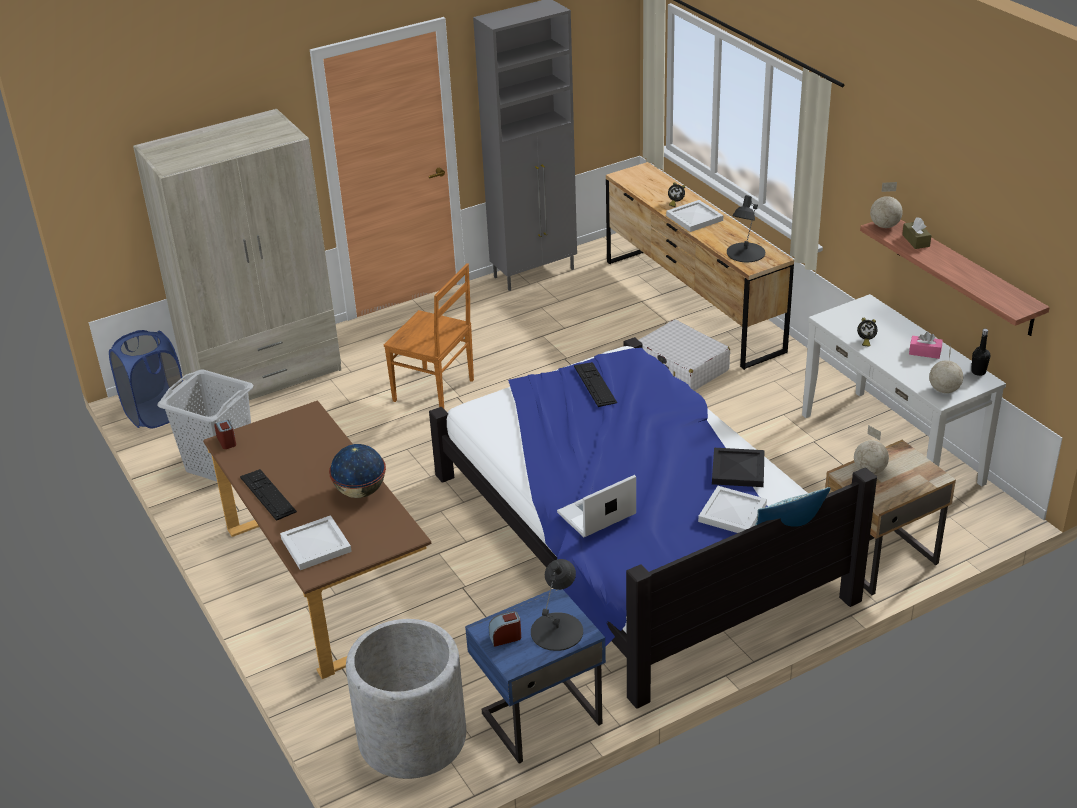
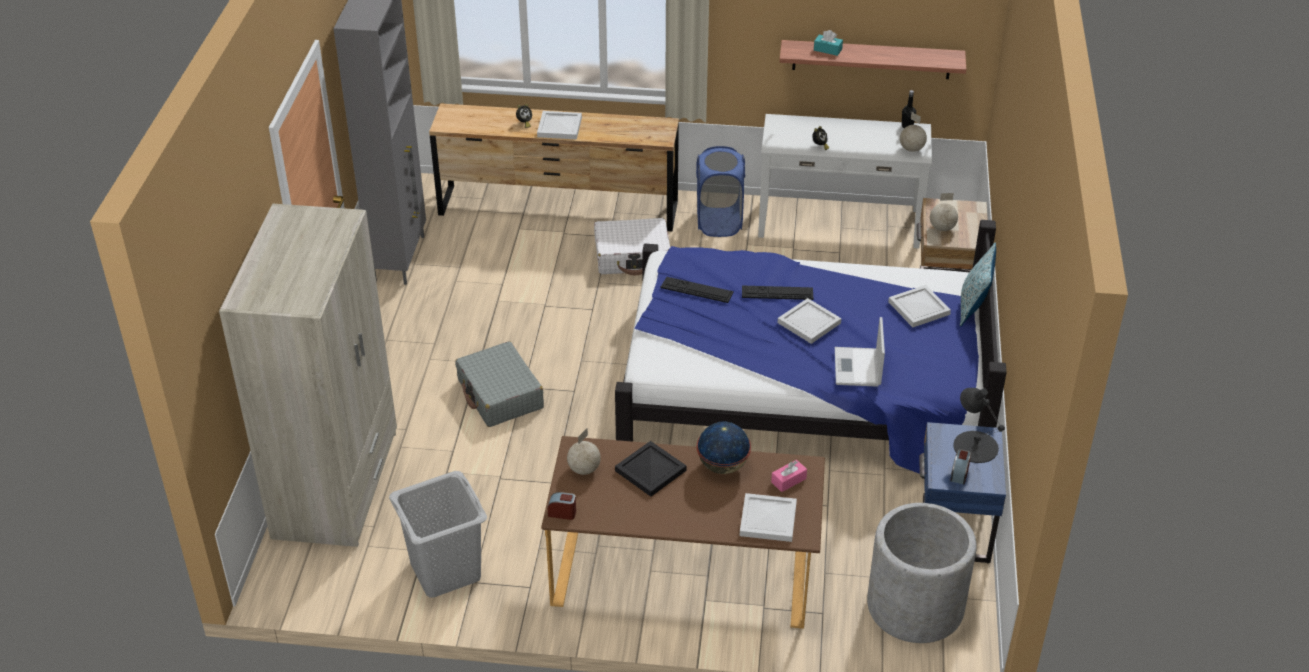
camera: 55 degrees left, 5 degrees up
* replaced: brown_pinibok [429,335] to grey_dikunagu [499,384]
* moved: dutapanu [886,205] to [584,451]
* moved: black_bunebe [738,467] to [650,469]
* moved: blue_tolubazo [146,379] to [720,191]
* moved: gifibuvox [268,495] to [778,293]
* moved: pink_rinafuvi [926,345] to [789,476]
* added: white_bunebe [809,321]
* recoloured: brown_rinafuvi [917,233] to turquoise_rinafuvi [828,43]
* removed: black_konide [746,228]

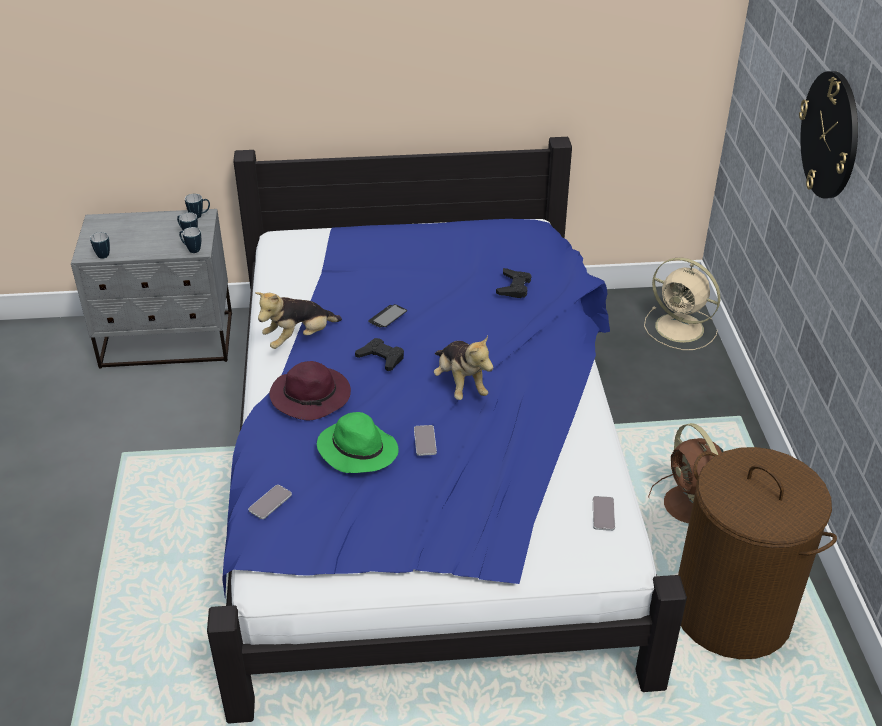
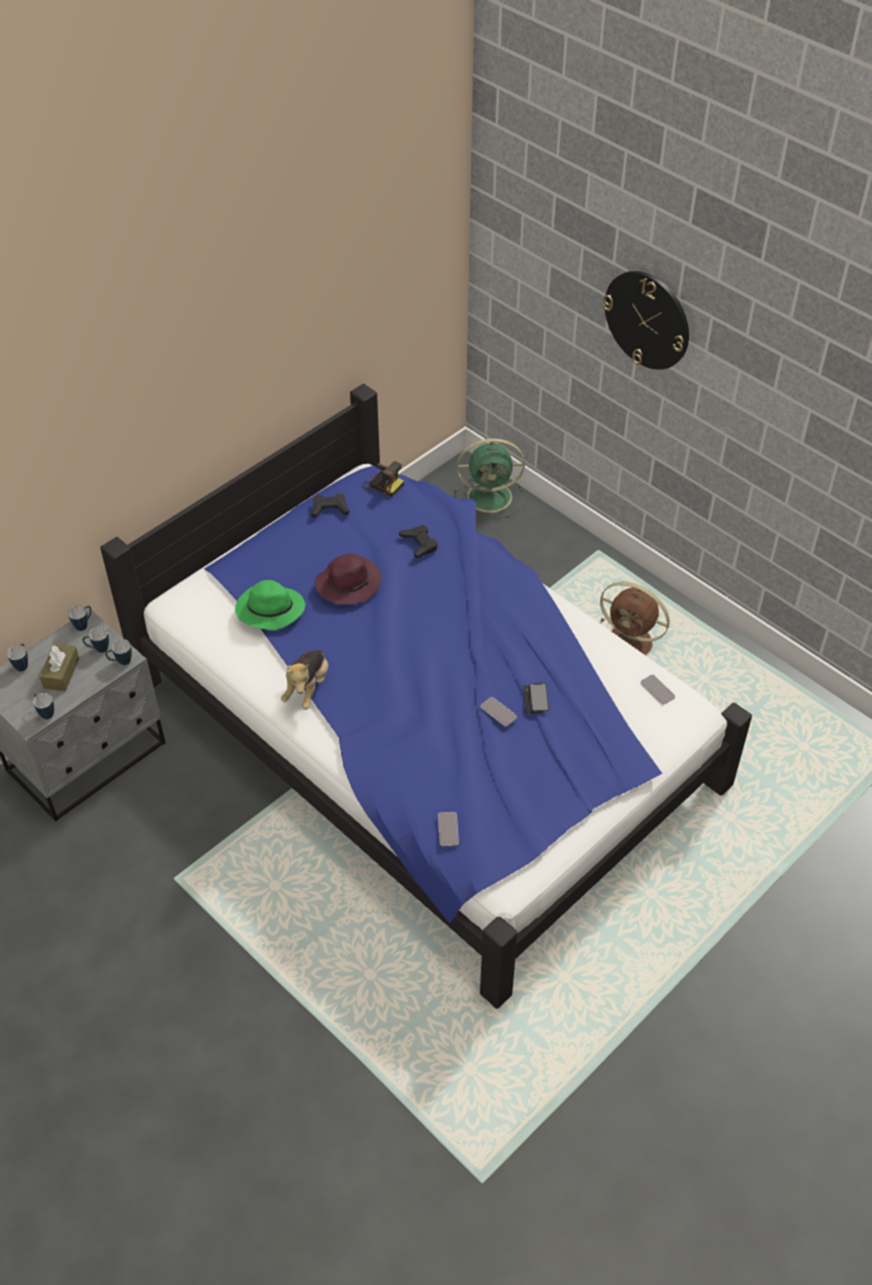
camera: 40 degrees left, 10 degrees up
* added: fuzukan [17,657]
* added: brown_rinafuvi [59,667]
* moved: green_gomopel [358,442] to [270,605]
* moved: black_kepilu [379,354] to [330,505]
* moved: purple_gomopel [310,390] to [348,579]
* added: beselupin [383,479]
* recoloured: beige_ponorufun [682,304] to green_ponorufun [489,478]
* moved: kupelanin [388,316] to [536,698]
* removed: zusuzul [463,368]
* removed: brown_tolubazo [757,553]

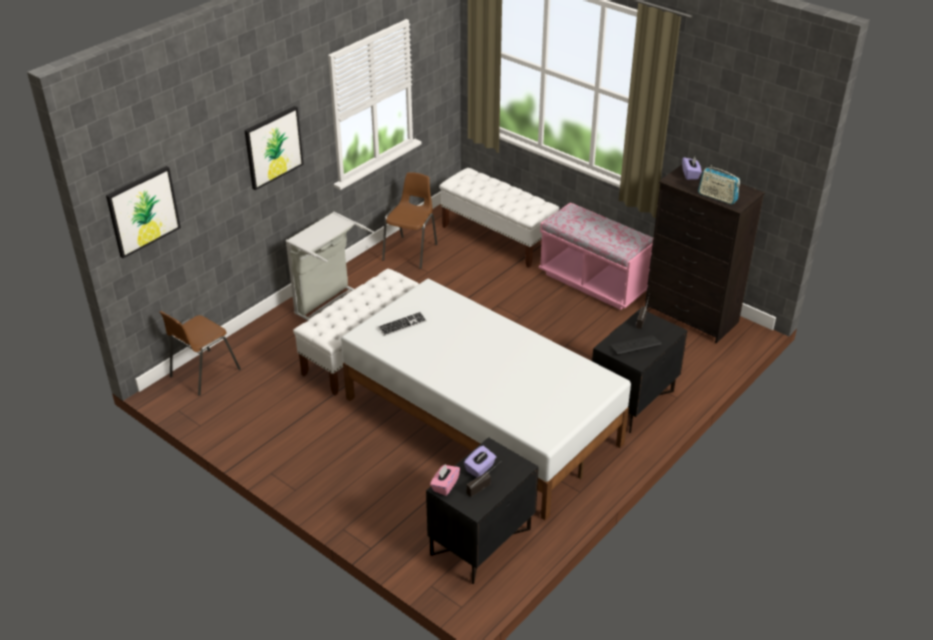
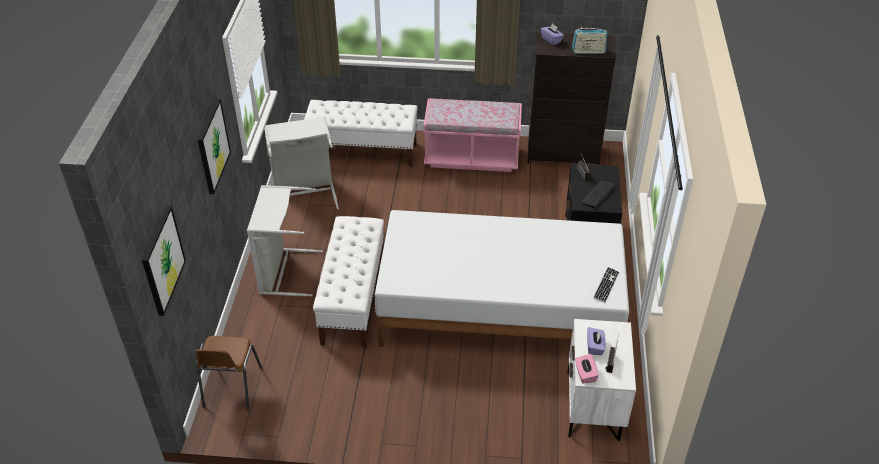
camera: 35 degrees left, 5 degrees up
* replaced: brown_pinibok [409,220] to grey_tolubazo [301,163]
* recoloured: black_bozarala [482,510] to white_bozarala [601,380]
* moved: gifibuvox [402,324] to [606,285]

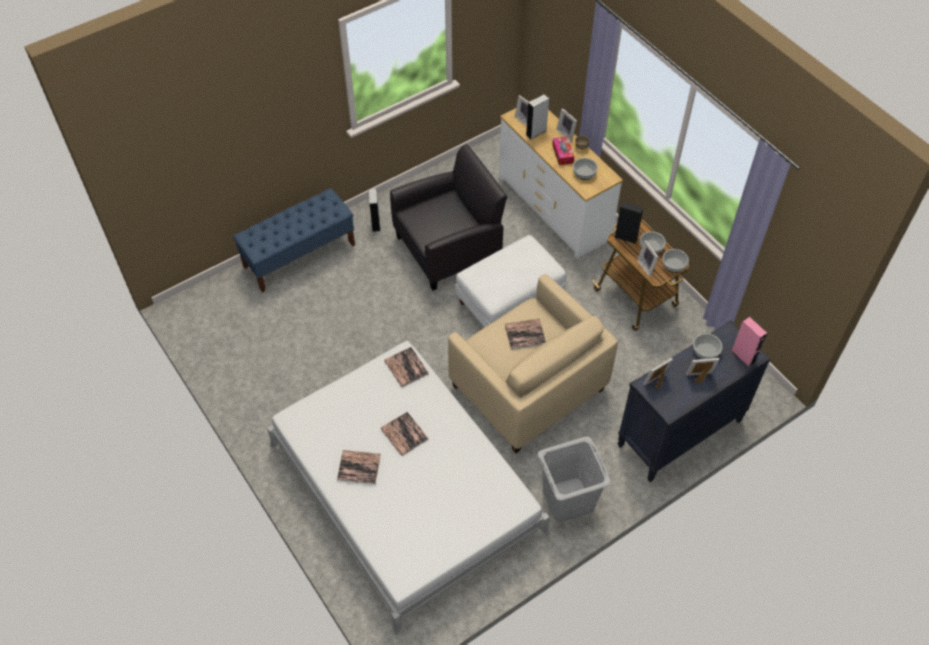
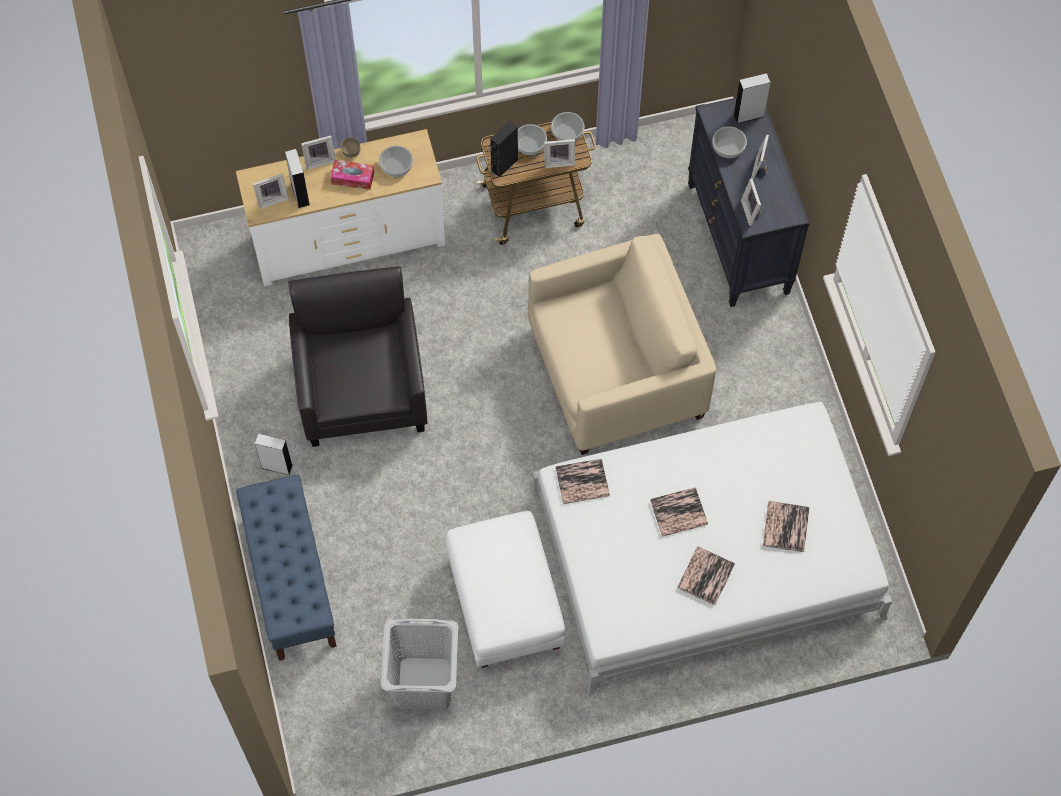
camera: 70 degrees left, 10 degrees up
* moved: grey_tolubazo [574,479] to [419,664]
* moved: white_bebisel [510,281] to [505,589]
* recoloured: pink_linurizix [749,342] to grey_linurizix [751,98]
* moved: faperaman [525,334] to [786,526]

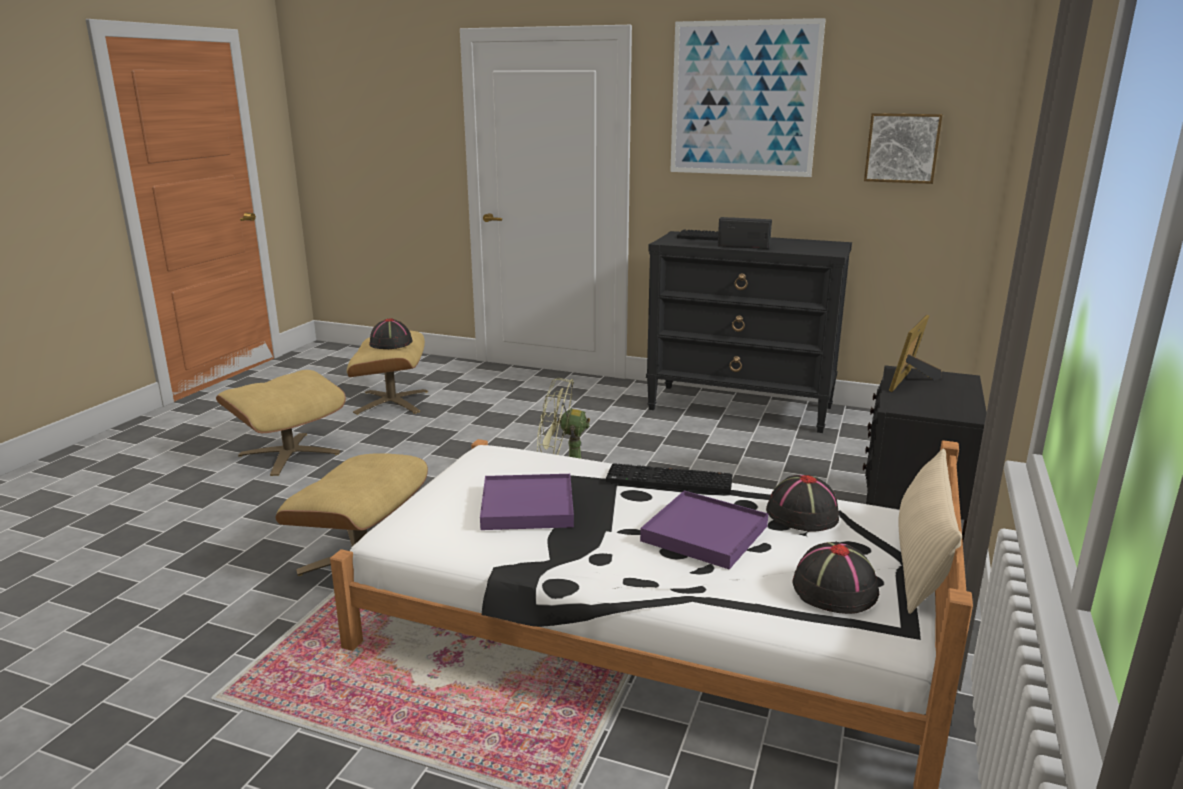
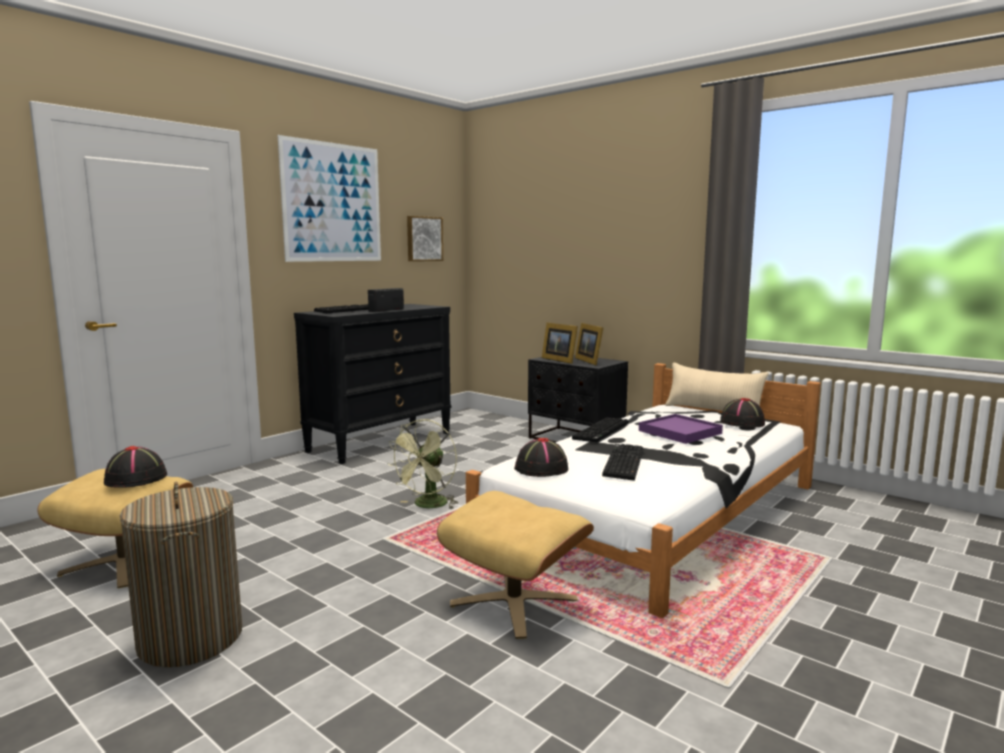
camera: 70 degrees left, 10 degrees down
* replaced: beige_bebisel [281,423] to tolubazo [180,574]
* moved: black_gomopel [802,503] to [541,457]
* added: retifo [589,344]
* replaced: purple_bunebe [527,502] to gifibuvox [623,462]

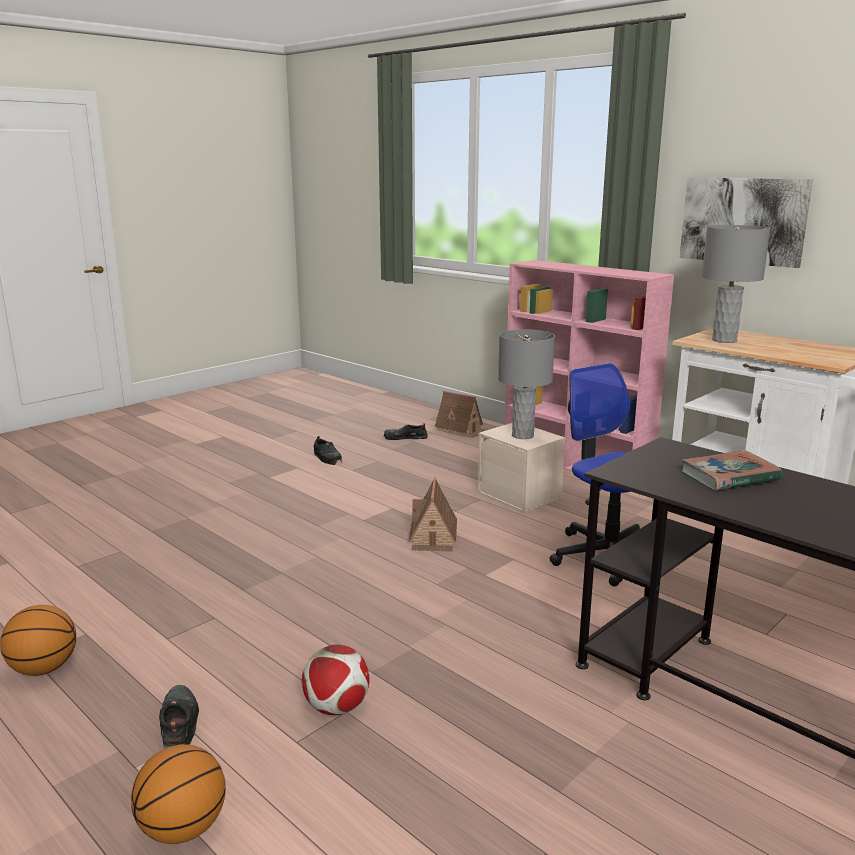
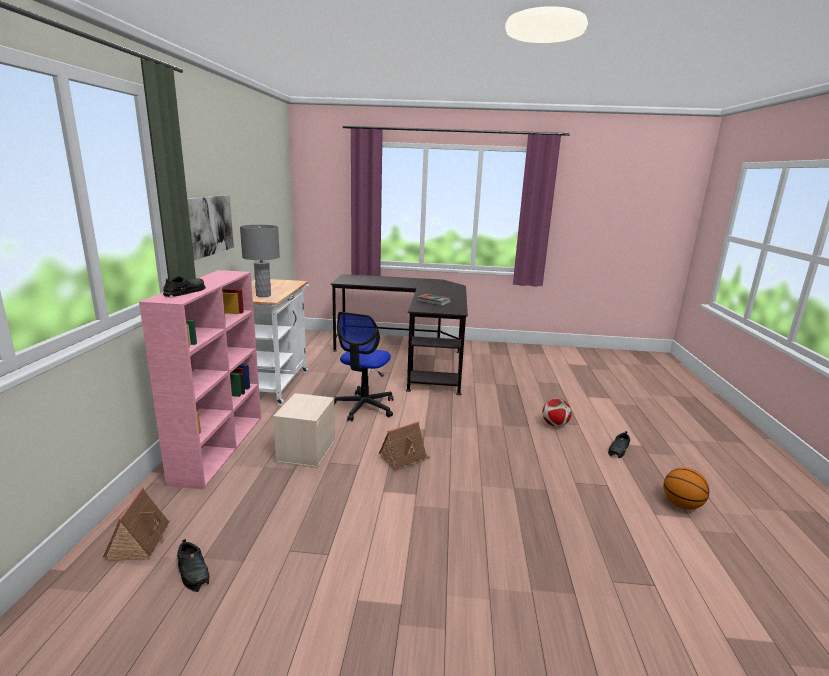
camera: 130 degrees left, 0 degrees up
* moved: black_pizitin [328,450] to [184,286]
* removed: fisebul [178,794]
* removed: grey_konide [526,384]

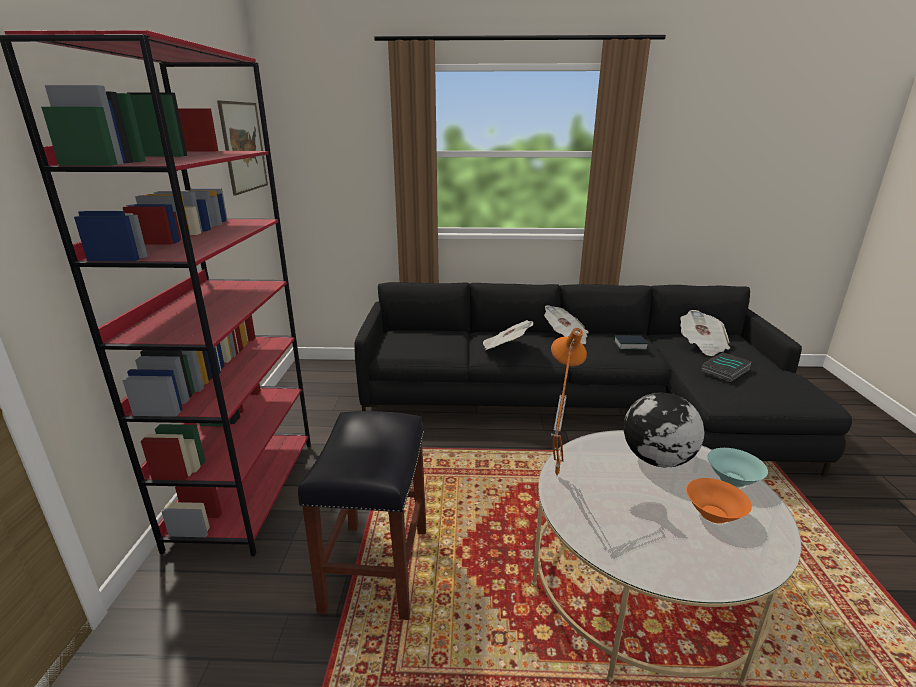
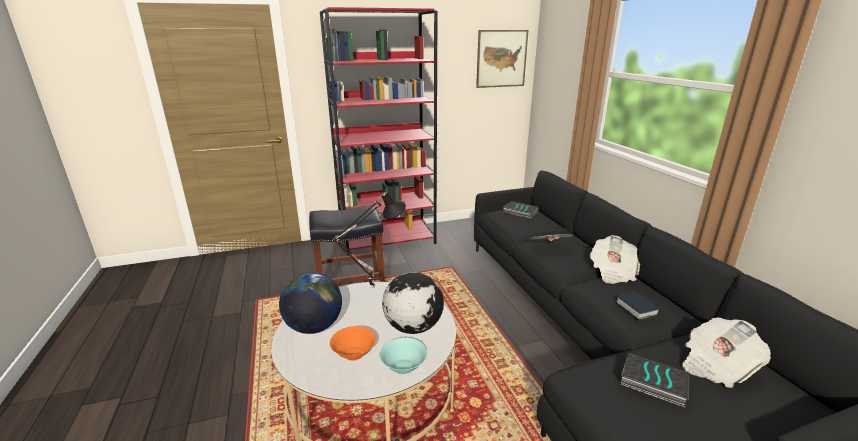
camera: 70 degrees right, 0 degrees up
* added: dutapanu [310,303]
* recoloured: orange_konide [569,403] to black_konide [369,239]
* added: faperaman [521,210]

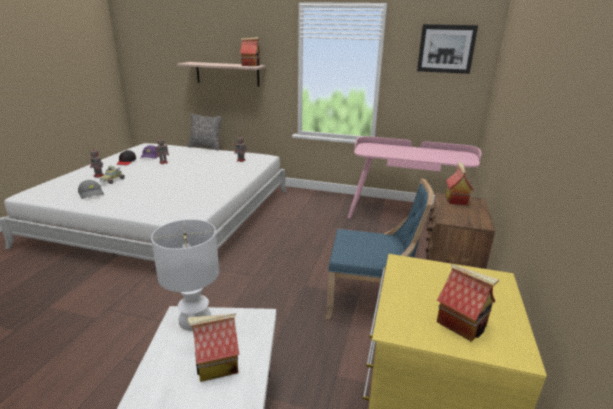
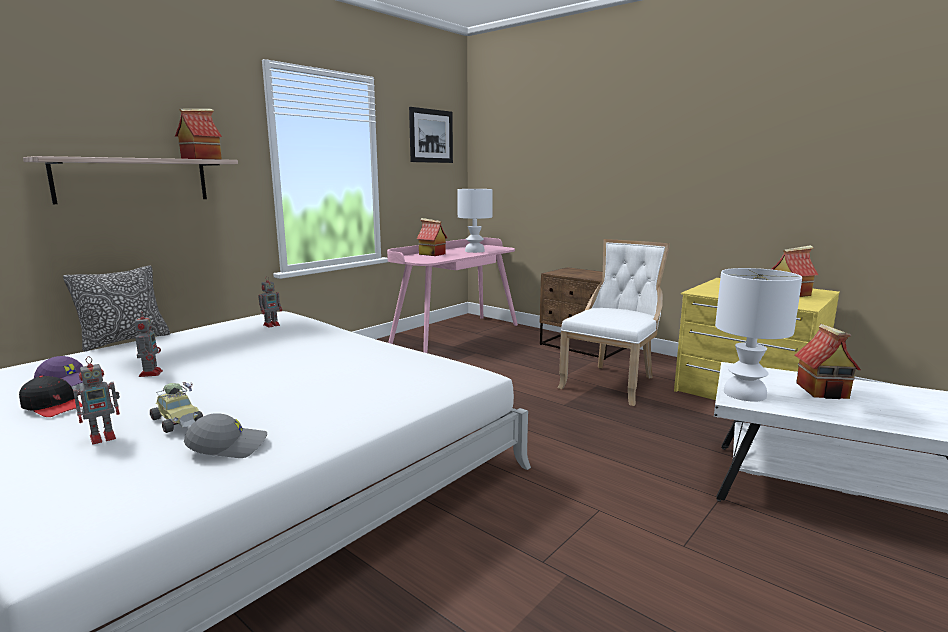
camera: 65 degrees left, 10 degrees down
* moved: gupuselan [460,183] to [432,237]
* added: white_konide [475,221]
* recoloured: blue_pinibok [380,249] to white_pinibok [614,322]

